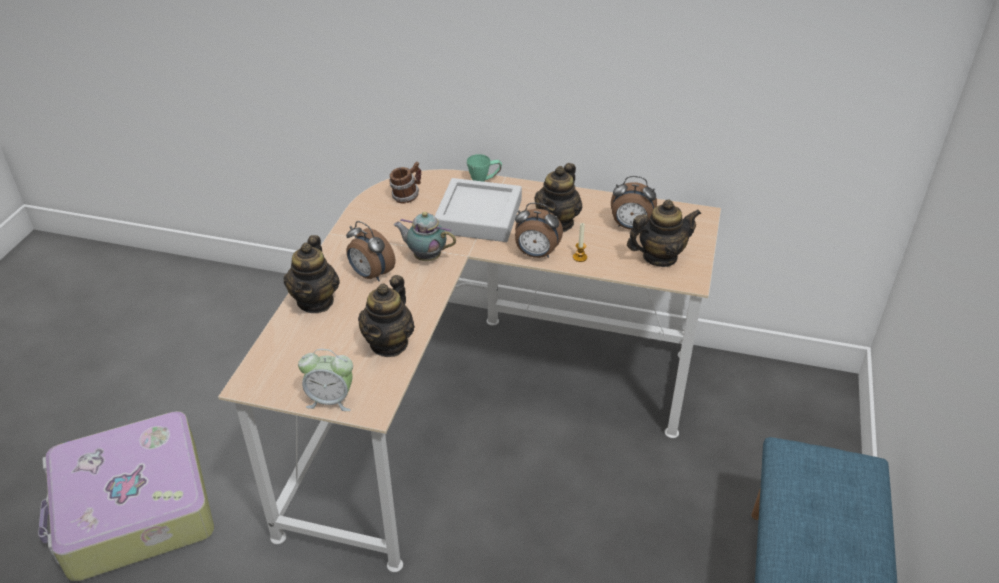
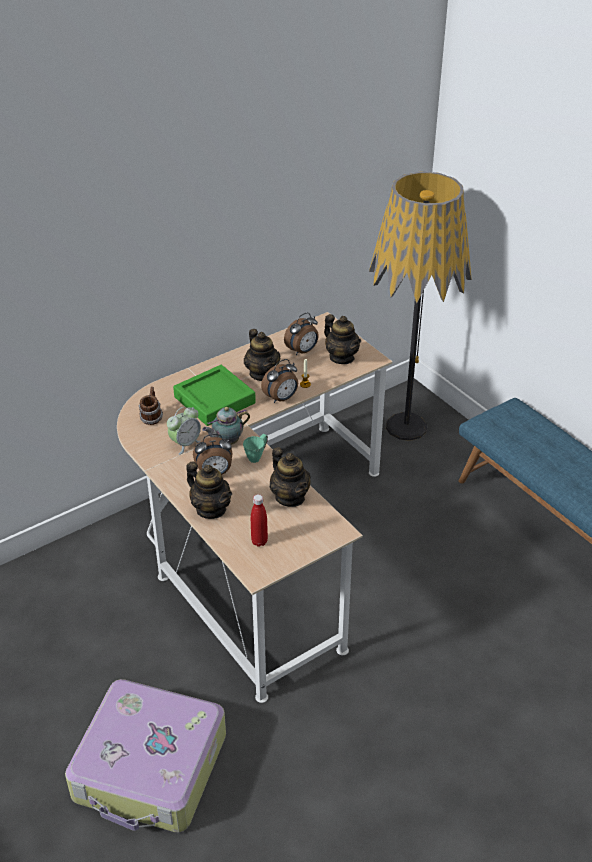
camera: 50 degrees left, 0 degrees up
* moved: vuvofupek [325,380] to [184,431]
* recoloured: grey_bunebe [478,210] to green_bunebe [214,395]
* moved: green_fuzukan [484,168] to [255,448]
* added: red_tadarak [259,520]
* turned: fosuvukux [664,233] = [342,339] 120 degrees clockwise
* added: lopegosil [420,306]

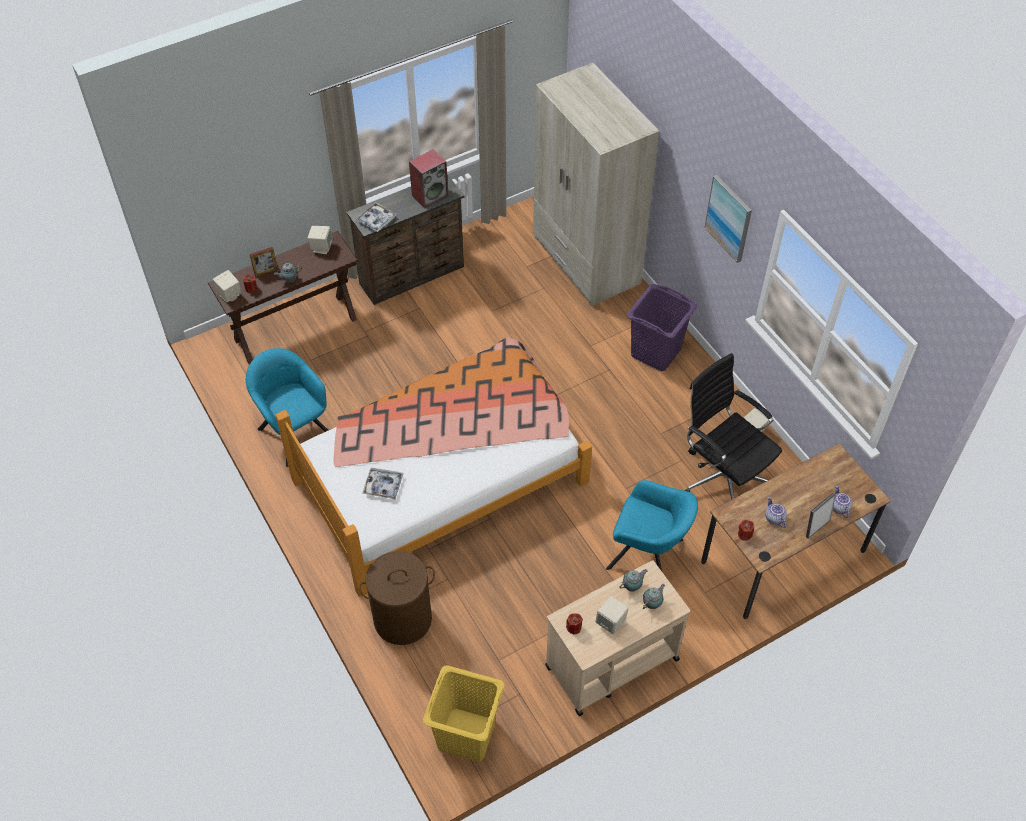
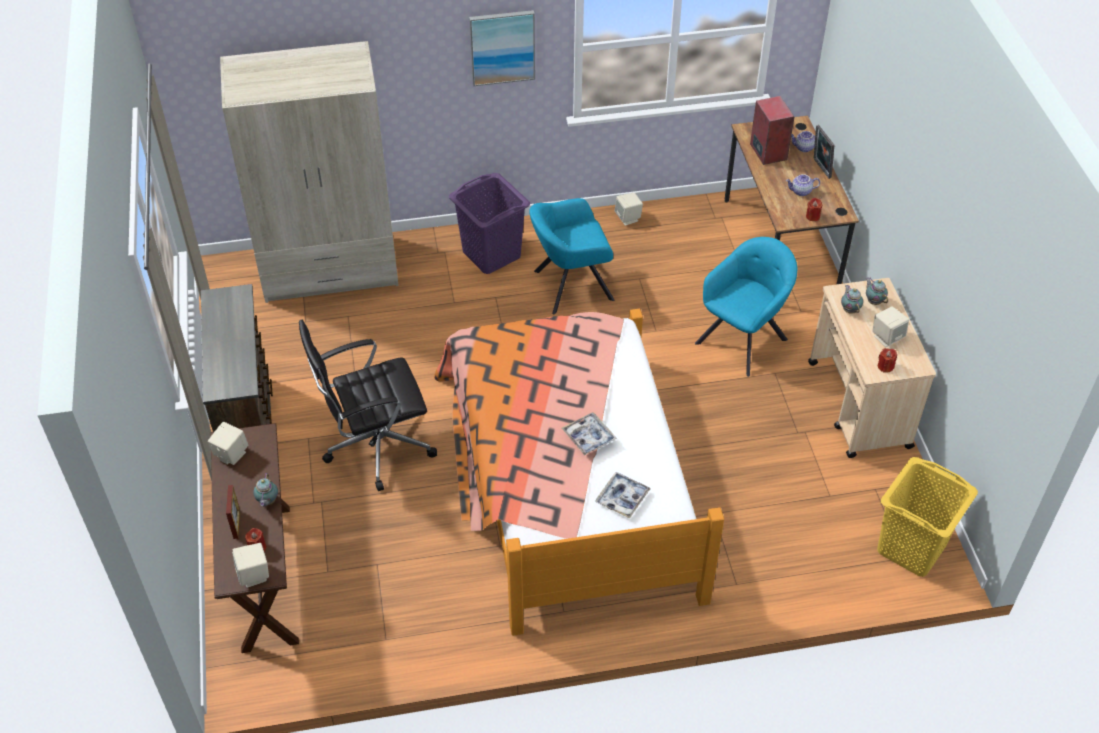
camera: 70 degrees left, 5 degrees down
* moved: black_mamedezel [733,426] to [368,405]
* moved: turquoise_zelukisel [287,407] to [572,256]
* moved: bunebe [375,217] to [589,434]
* moved: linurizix [428,179] to [772,130]
* removed: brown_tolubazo [397,598]

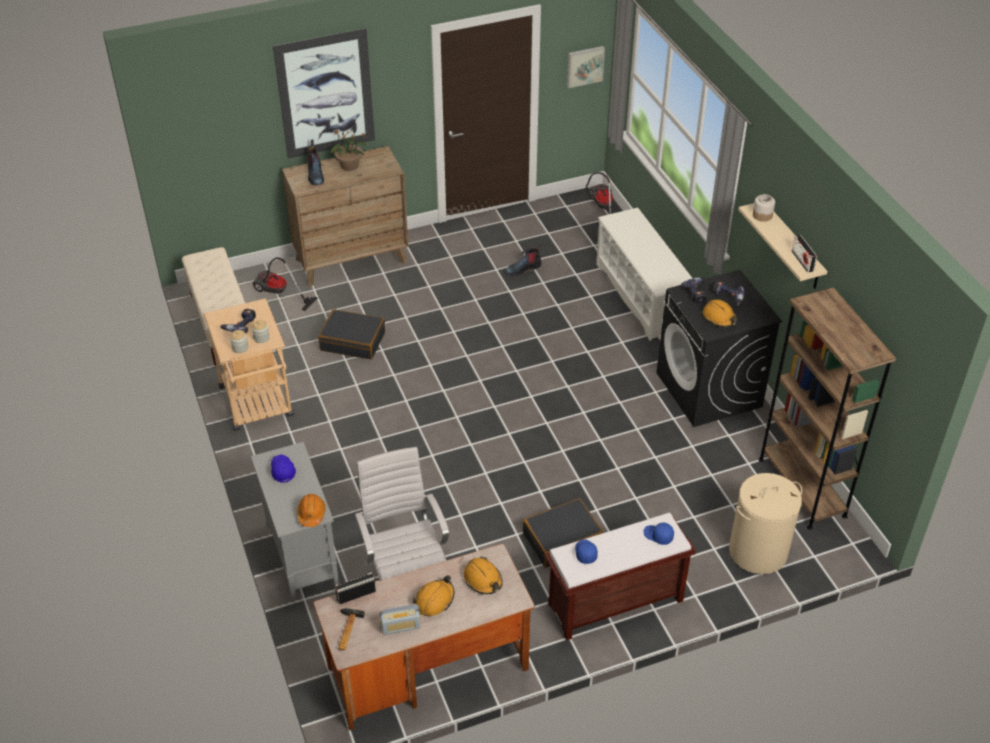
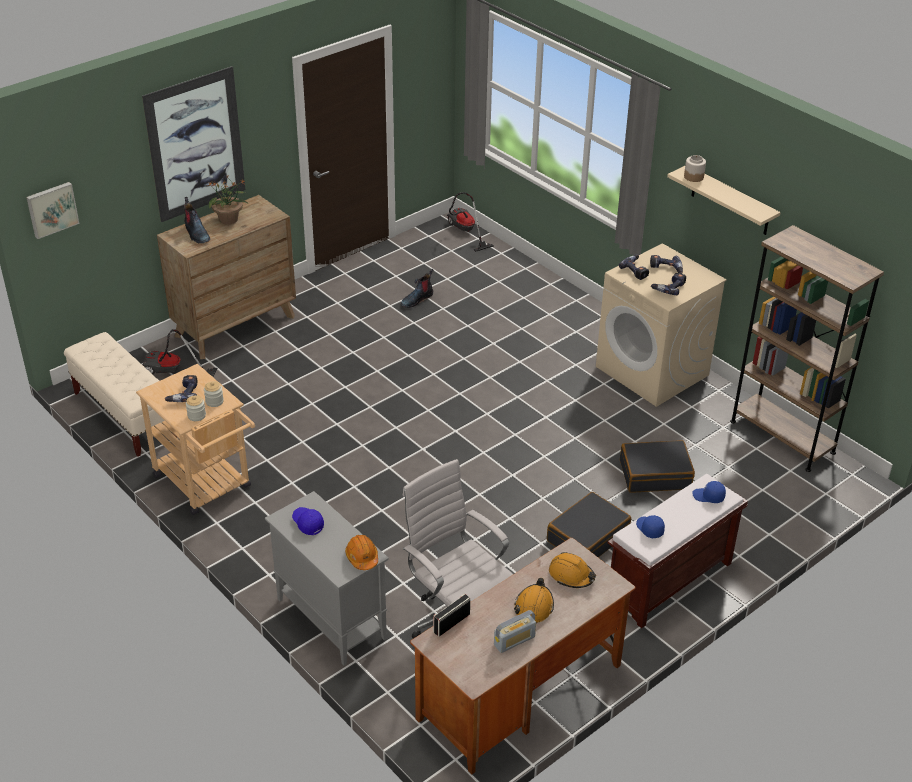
camera: 20 degrees left, 5 degrees down
* moved: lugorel [586,67] to [52,210]
* recoloured: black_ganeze [719,348] to beige_ganeze [661,325]
* moved: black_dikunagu [351,334] to [657,466]
* replaced: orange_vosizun [720,313] to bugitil [668,284]
* removed: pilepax [351,629]
* removed: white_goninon [644,274]
* removed: beige_tolubazo [766,523]
* removed: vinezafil [804,254]

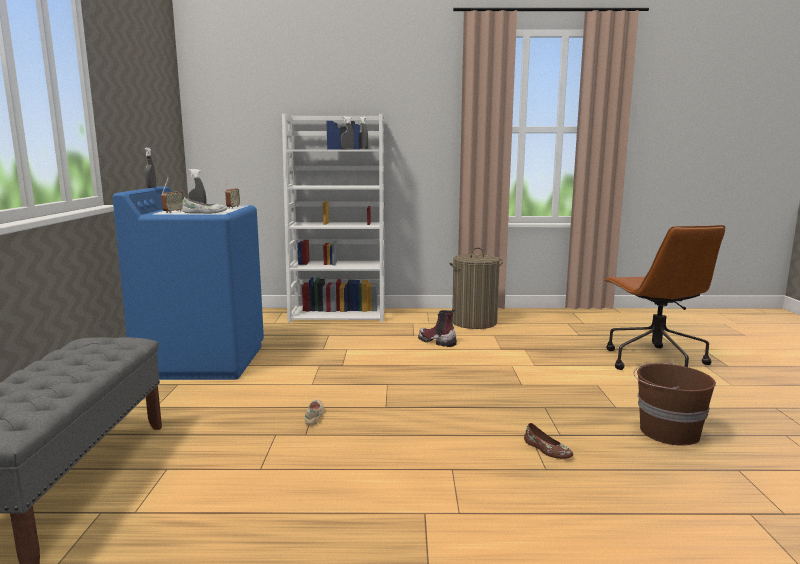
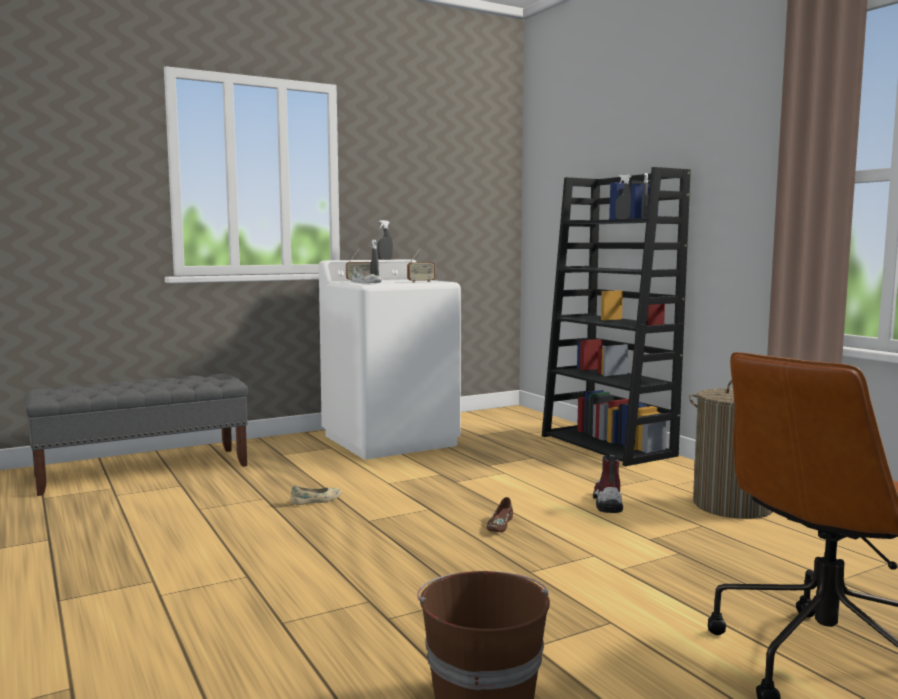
camera: 60 degrees right, 5 degrees down
* recoloured: blue_ganeze [188,283] to white_ganeze [390,359]
* moved: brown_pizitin [548,441] to [500,514]
* recoloured: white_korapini [333,218] to black_korapini [616,316]

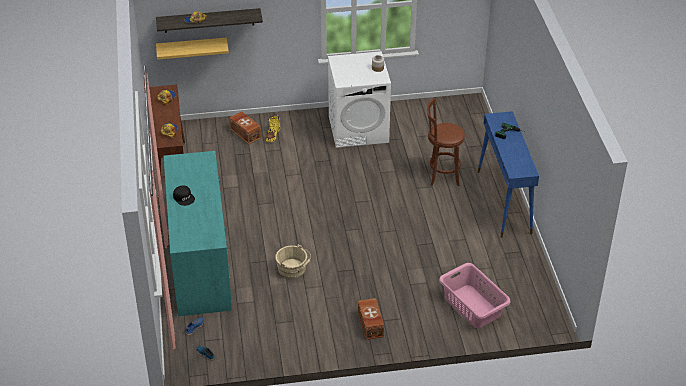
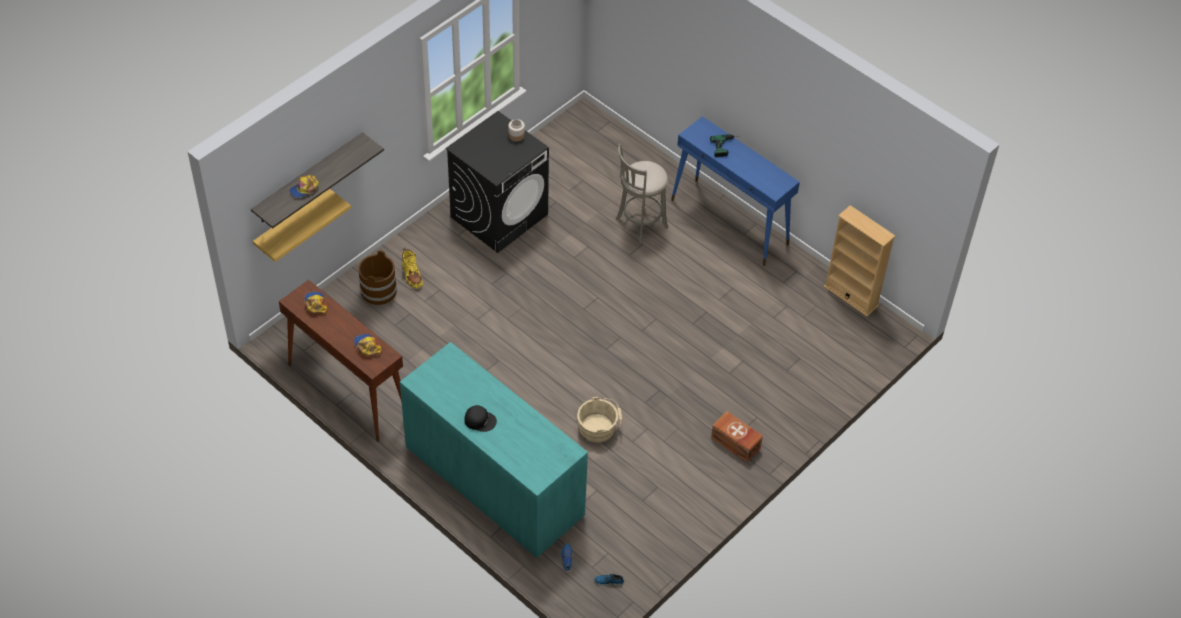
camera: 40 degrees left, 10 degrees up
* replaced: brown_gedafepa [245,127] to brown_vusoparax [377,277]
* recoloured: white_ganeze [359,99] to black_ganeze [497,182]
* recoloured: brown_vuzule [446,142] to grey_vuzule [642,193]
* added: beige_korapini [860,261]
* removed: pink_tolubazo [475,295]

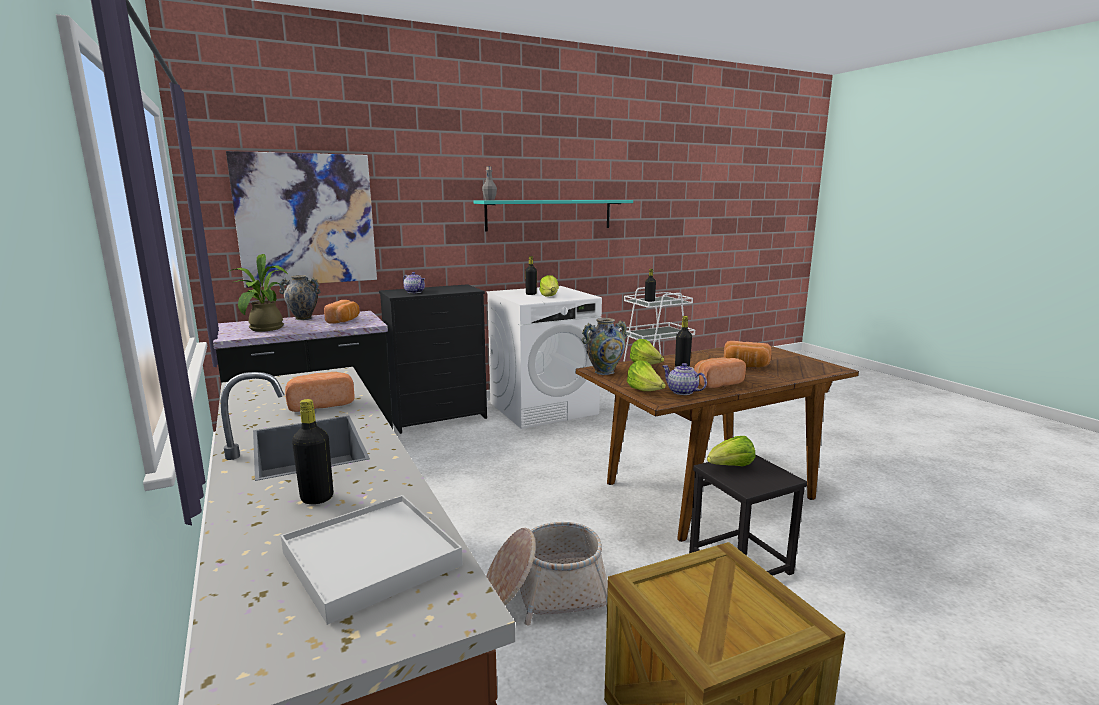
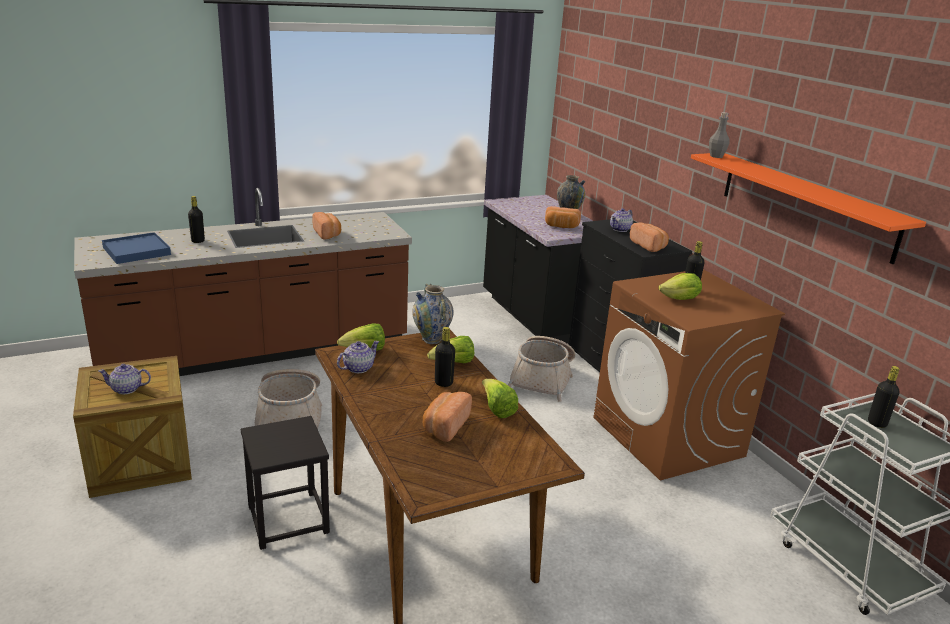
camera: 90 degrees right, 10 degrees up
* added: fosuvukux [124,379]
* recoloured: white_bunebe [372,560] to blue_bunebe [136,248]
* moved: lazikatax [731,451] to [500,398]
* added: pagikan [541,369]
* recoloured: white_ganeze [544,357] to brown_ganeze [689,374]
* moved: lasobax [720,372] to [649,237]
* recoloured: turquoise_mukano [553,215] to orange_mukano [808,208]
* removed: lugorel [301,219]
* removed: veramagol [257,293]

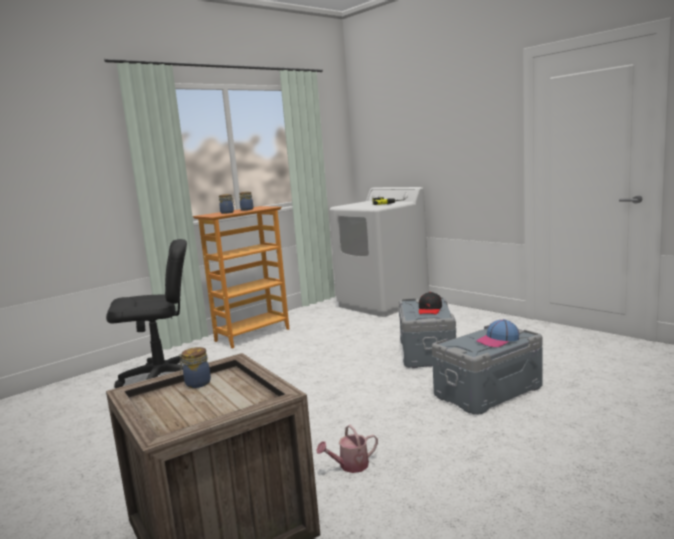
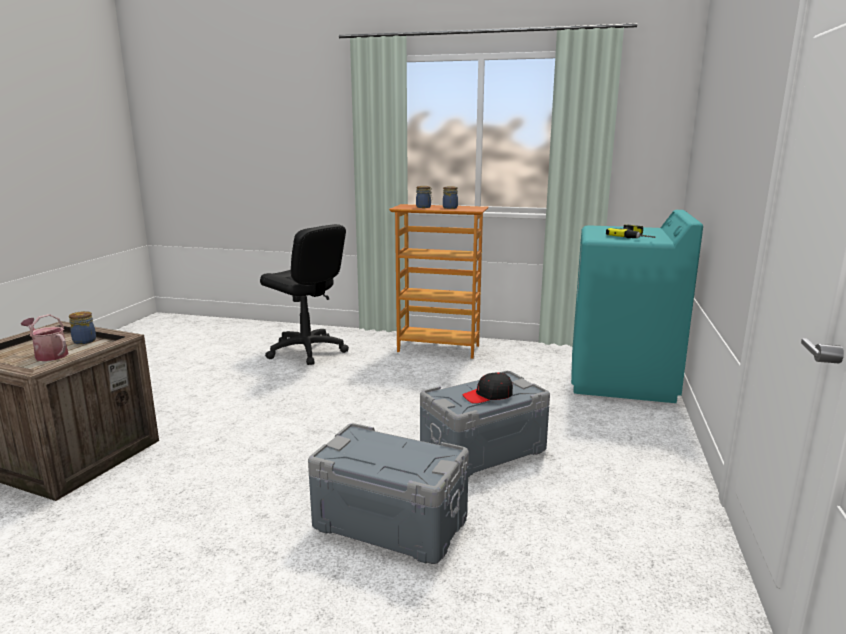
camera: 55 degrees right, 5 degrees up
* moved: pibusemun [347,449] to [45,337]
* recoloured: white_ganeze [379,252] to turquoise_ganeze [637,306]
* removed: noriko [497,333]

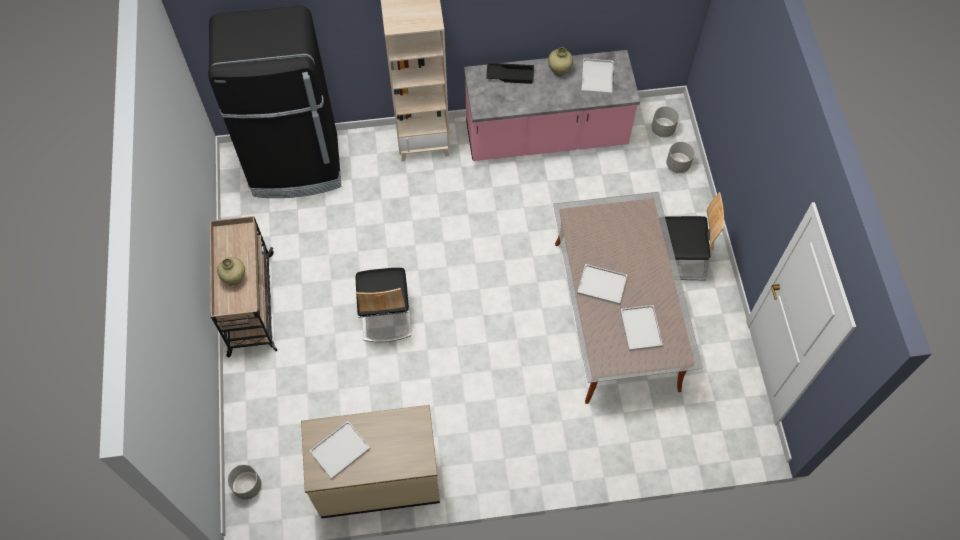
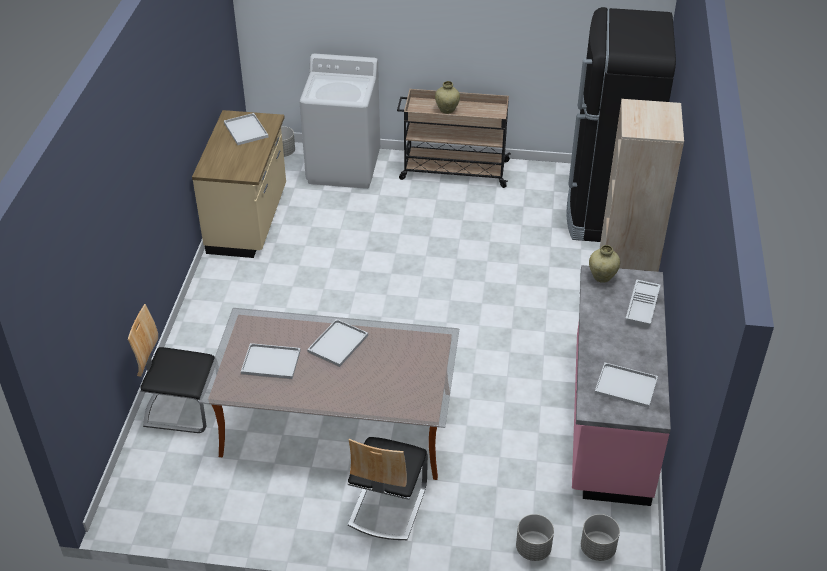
camera: 105 degrees right, 20 degrees down
* moved: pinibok [384,305] to [171,368]
* added: white_ganeze [339,121]
* moved: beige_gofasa [560,61] to [604,264]
* recoloured: black_bunebe [510,73] to white_bunebe [643,303]

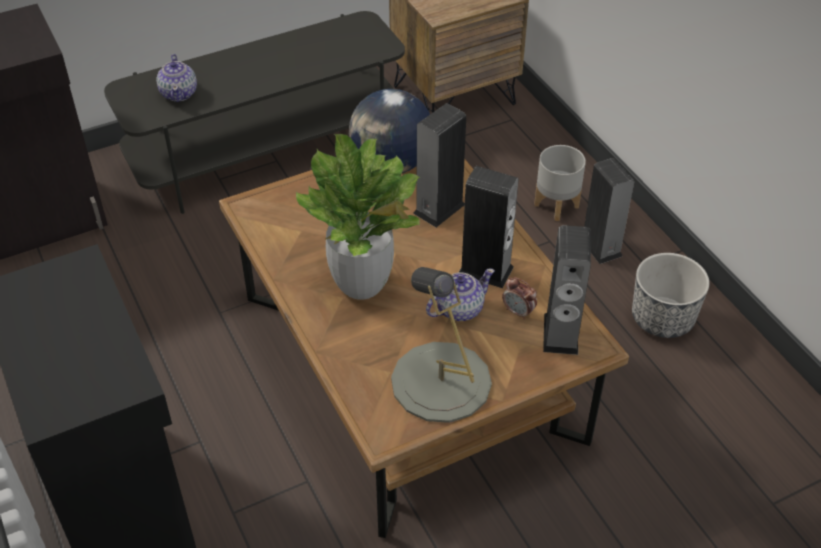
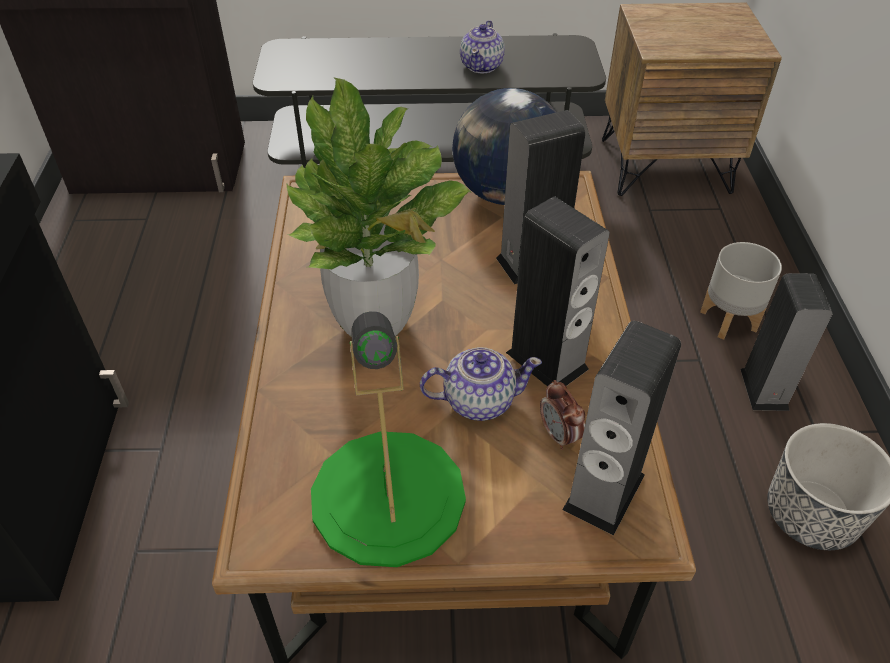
camera: 25 degrees right, 0 degrees up
* recoloured: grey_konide [441,345] to green_konide [388,439]
* moved: fosuvukux [176,78] to [482,47]

